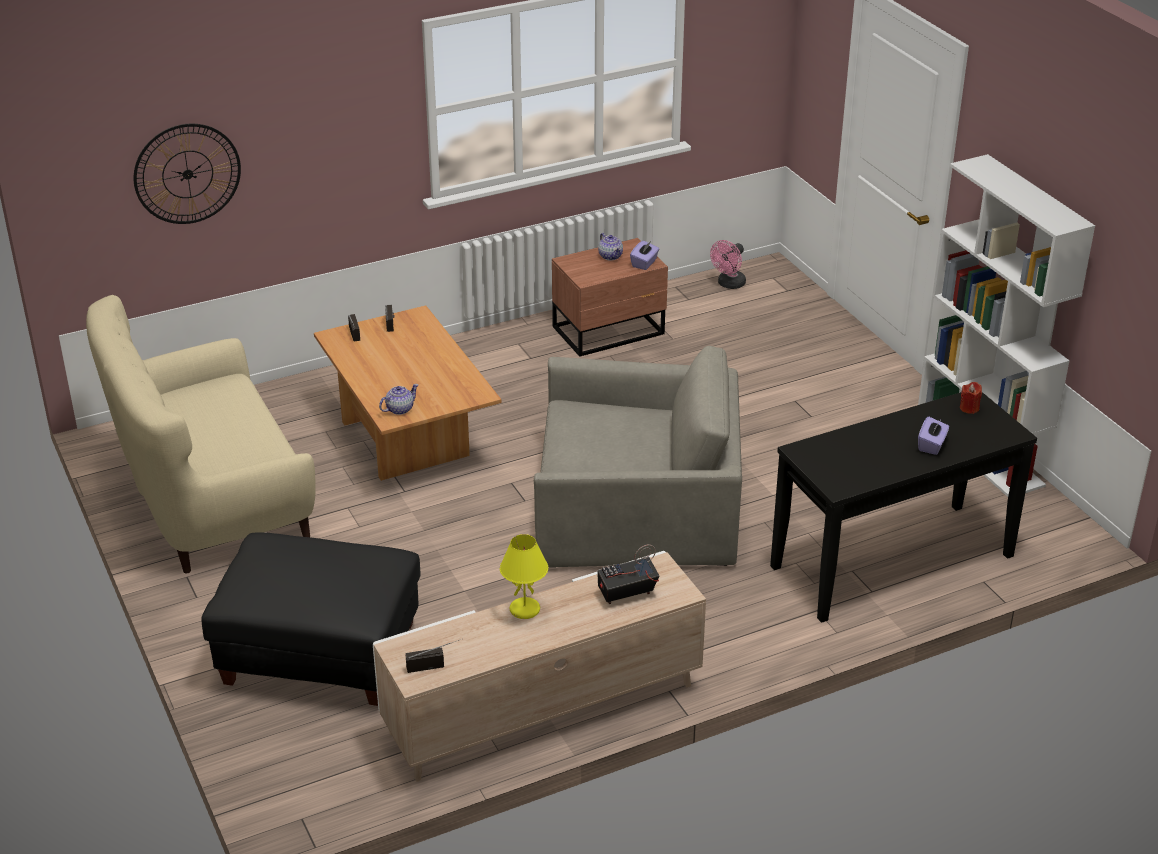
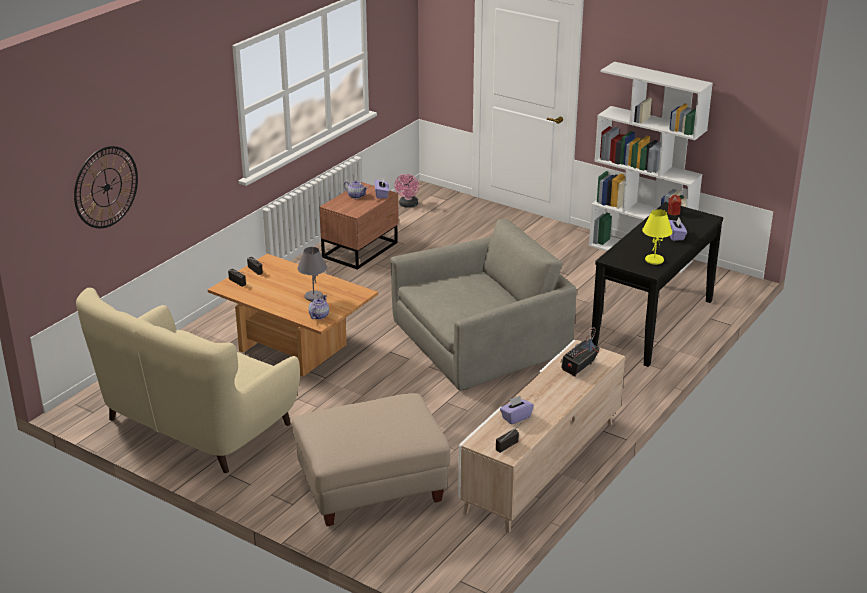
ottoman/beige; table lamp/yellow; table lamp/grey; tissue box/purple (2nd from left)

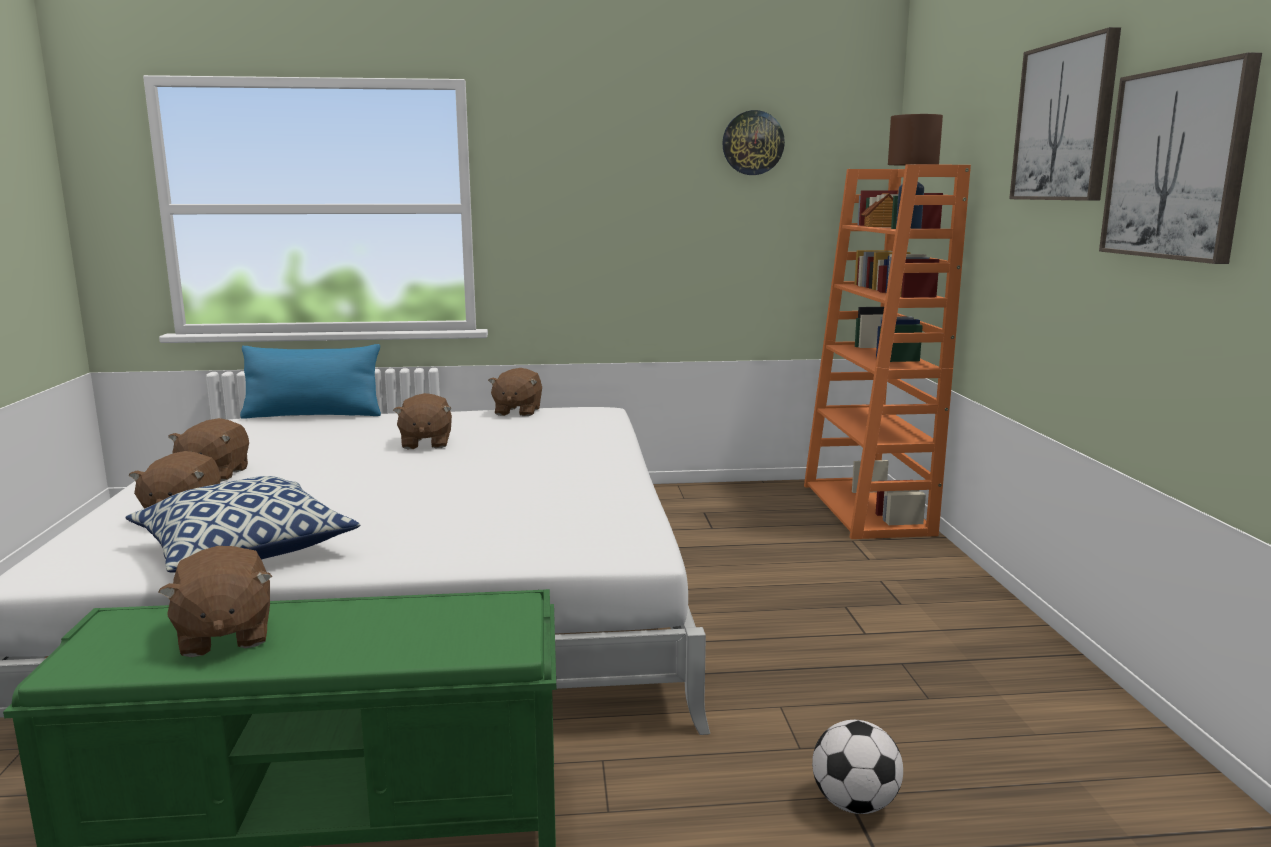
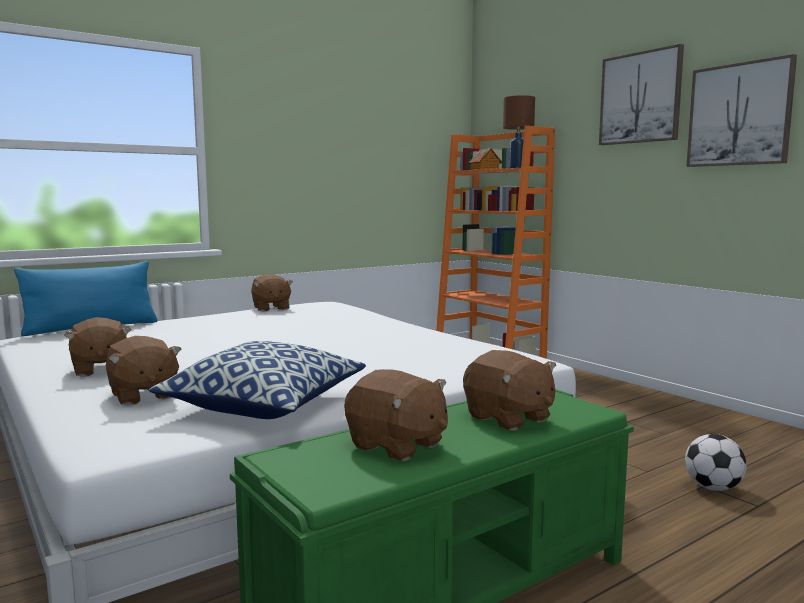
wall clock; plush toy/brown (5th from left)

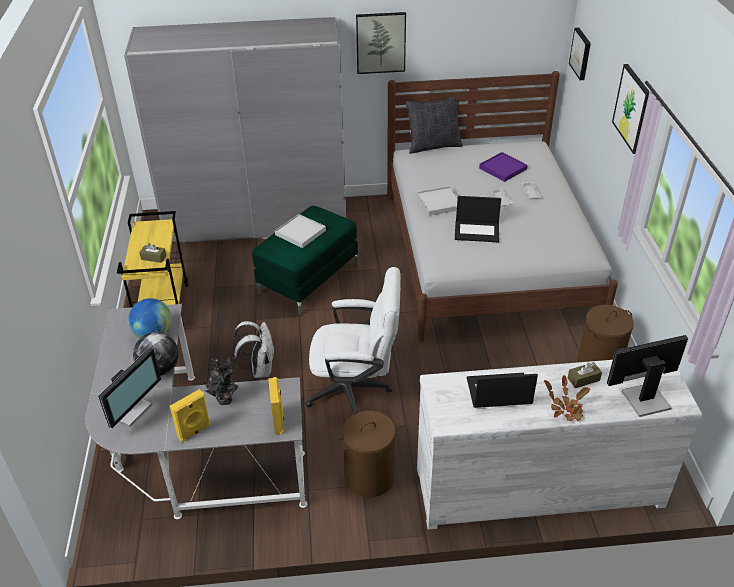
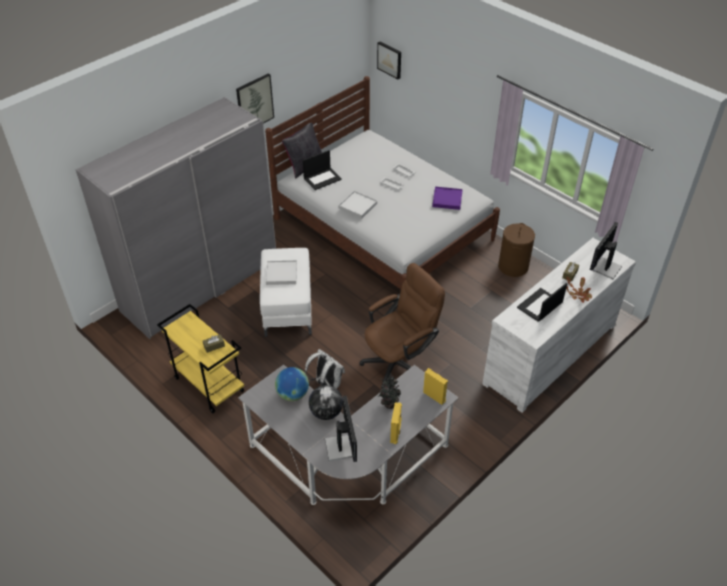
picture (3rd from left in the first image); tray/purple; laptop (1st from left); ottoman/white; office chair/brown; laundry basket/brown (1st from left in the first image)

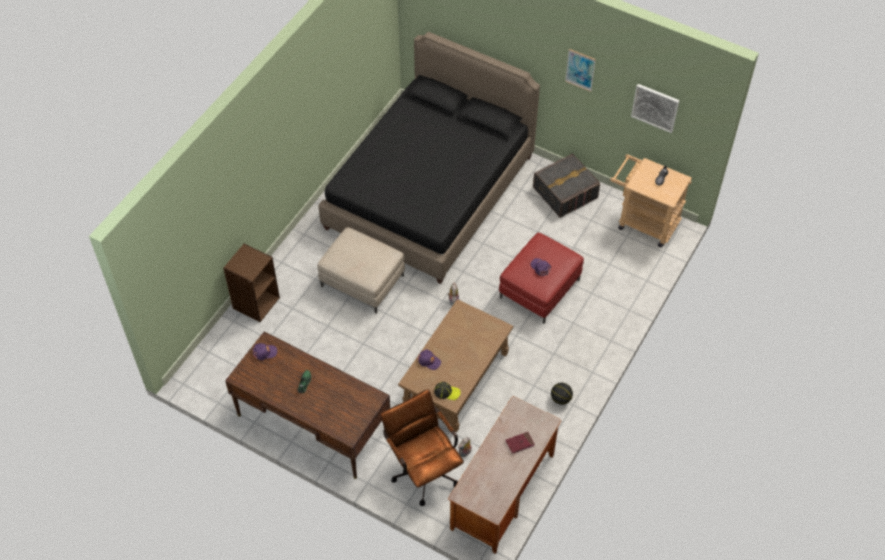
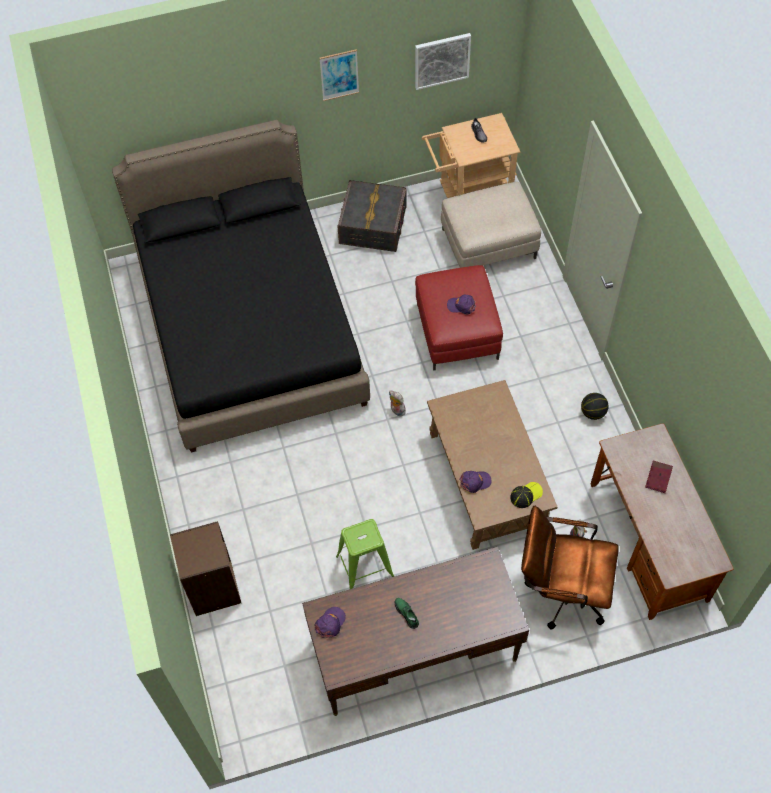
ottoman/beige; stool/green

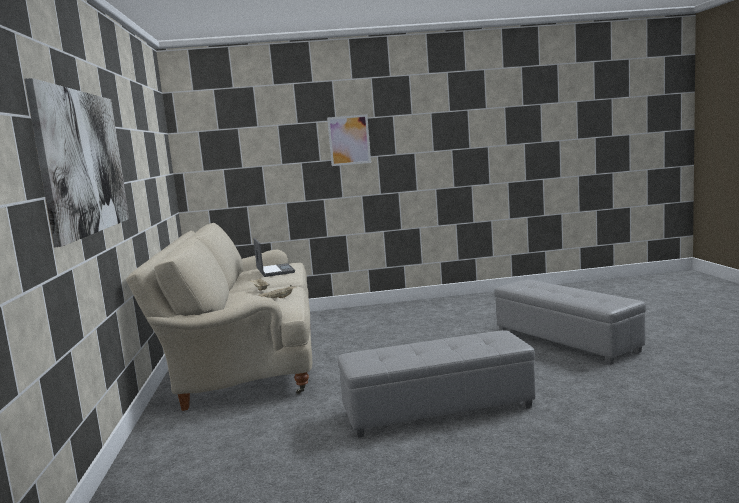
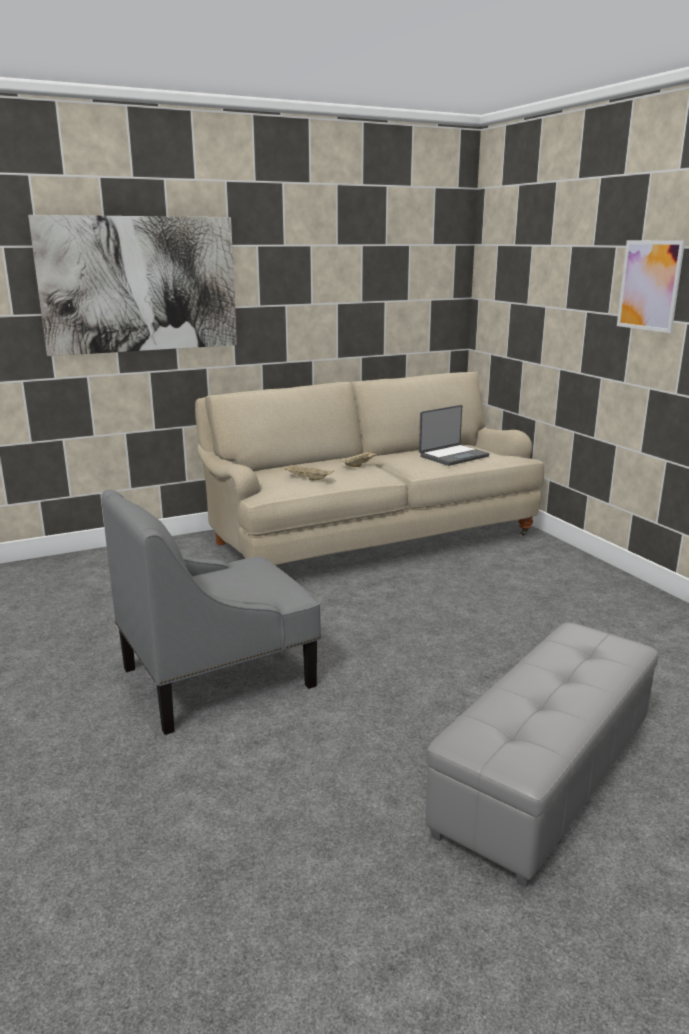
armchair/grey

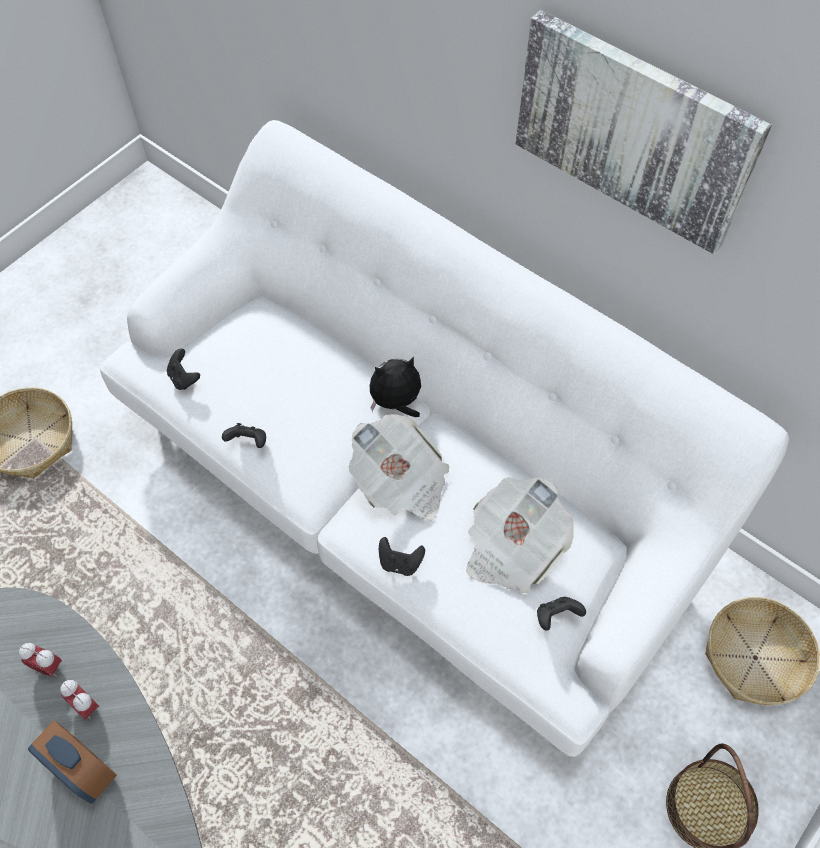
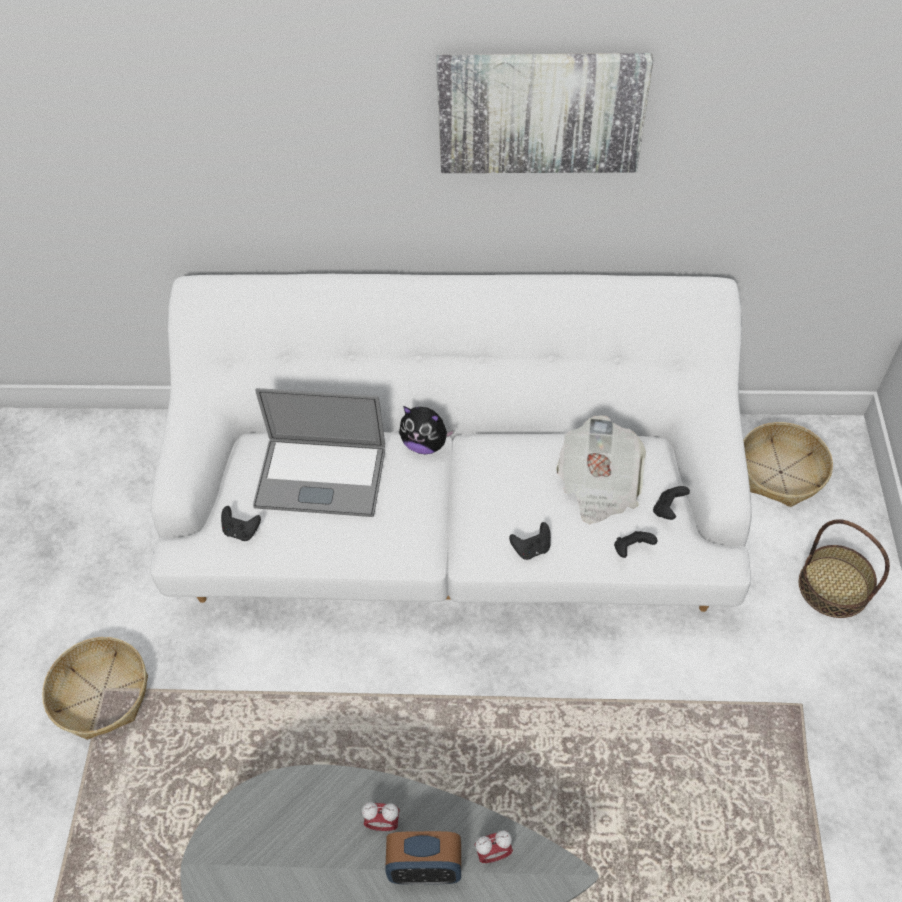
plush toy; newspaper (1st from left in the first image); game controller/black (3rd from left); alarm clock (3rd from left); laptop

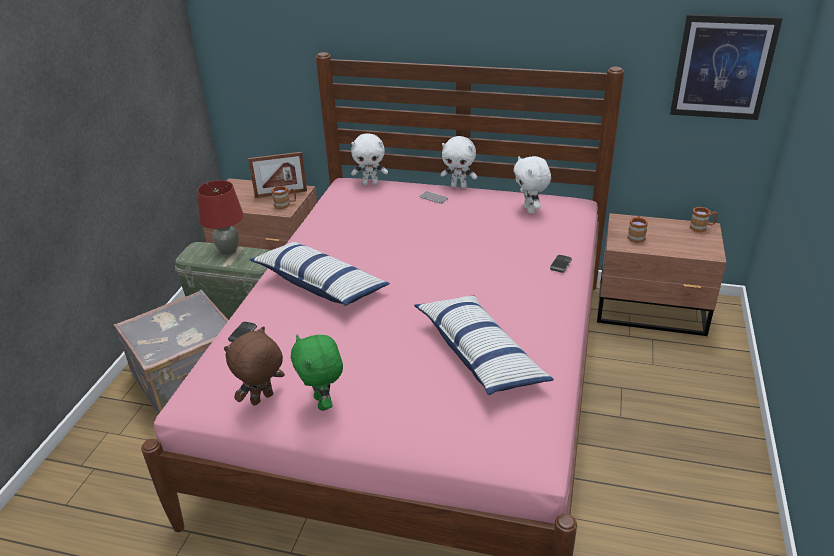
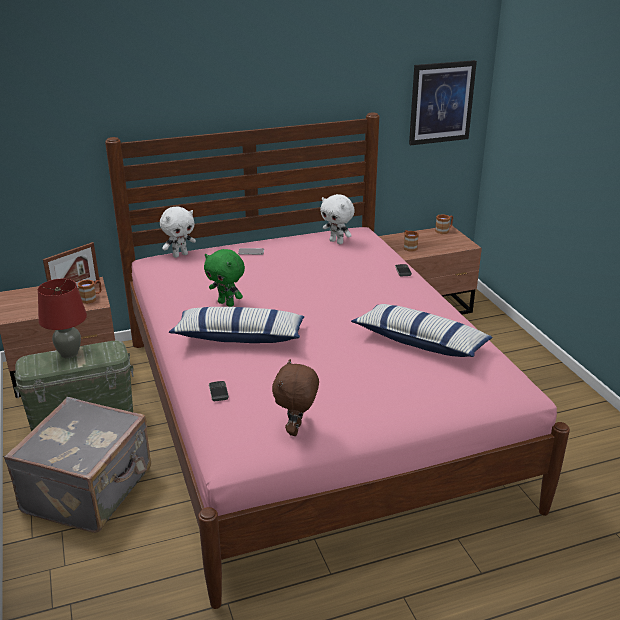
plush toy/white (2nd from left in the first image); plush toy/green

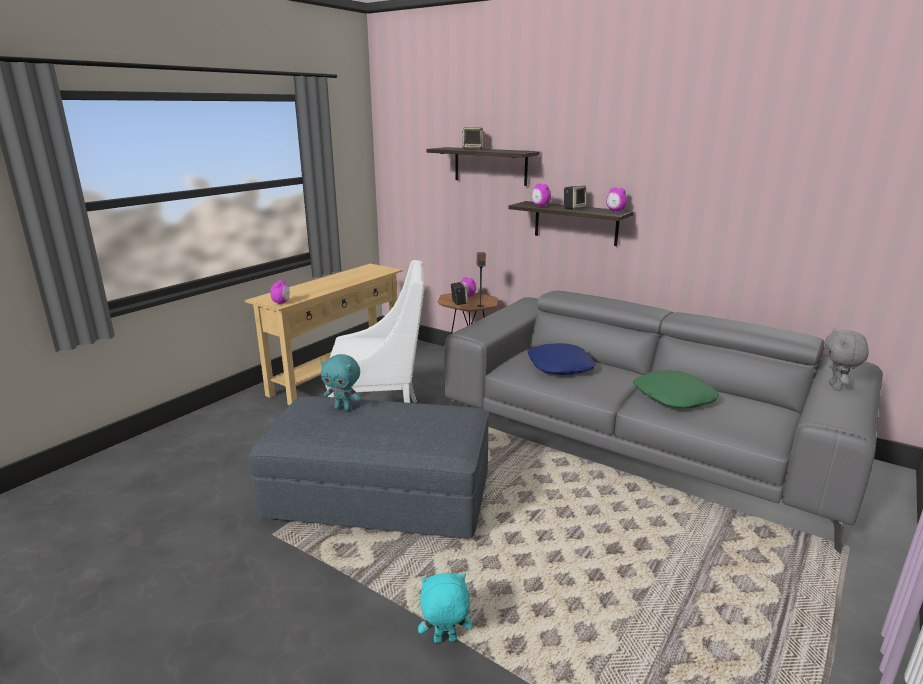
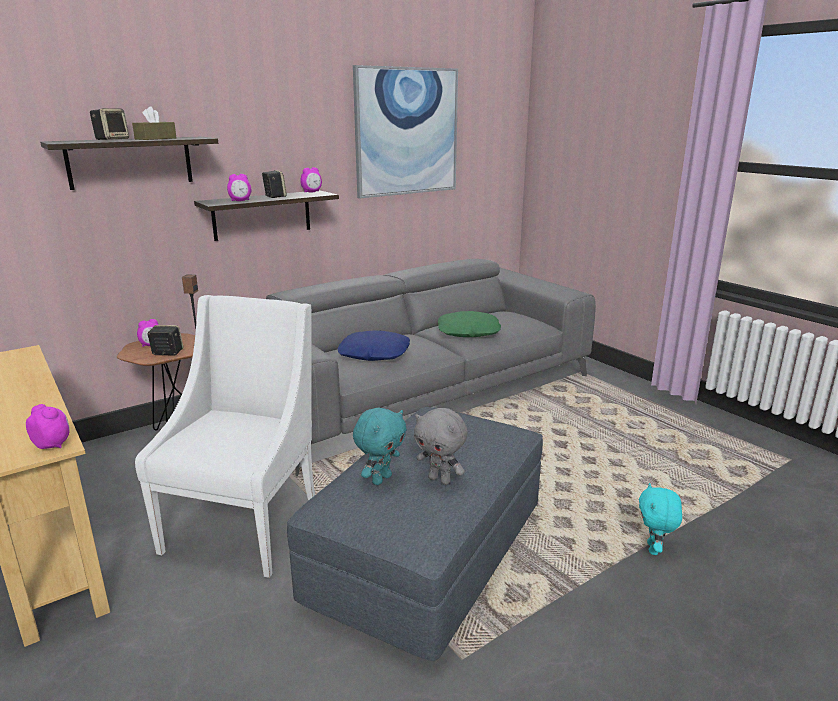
plush toy/grey; picture; tissue box/brown

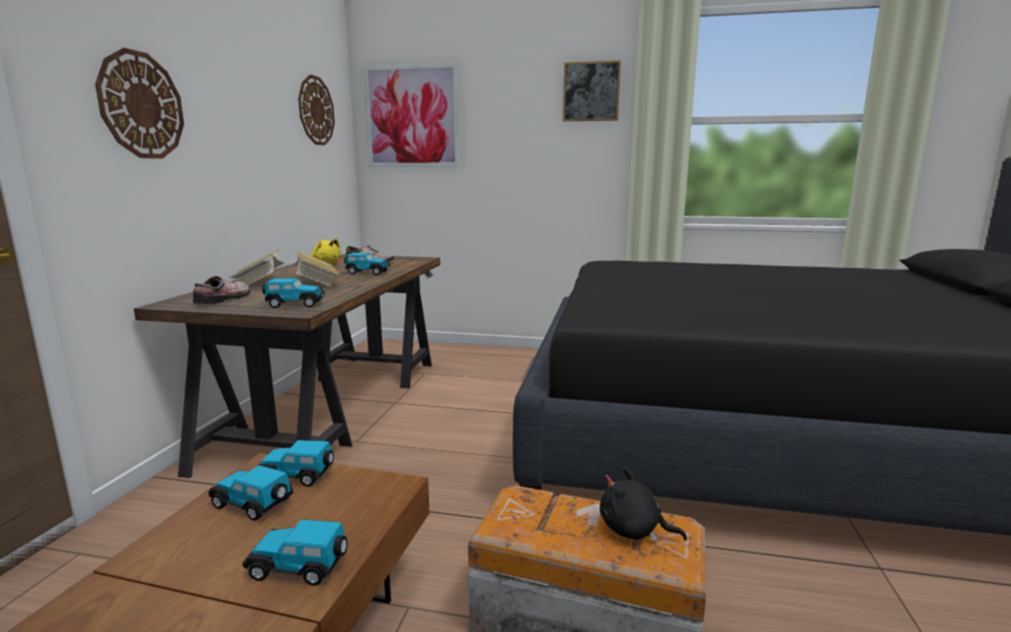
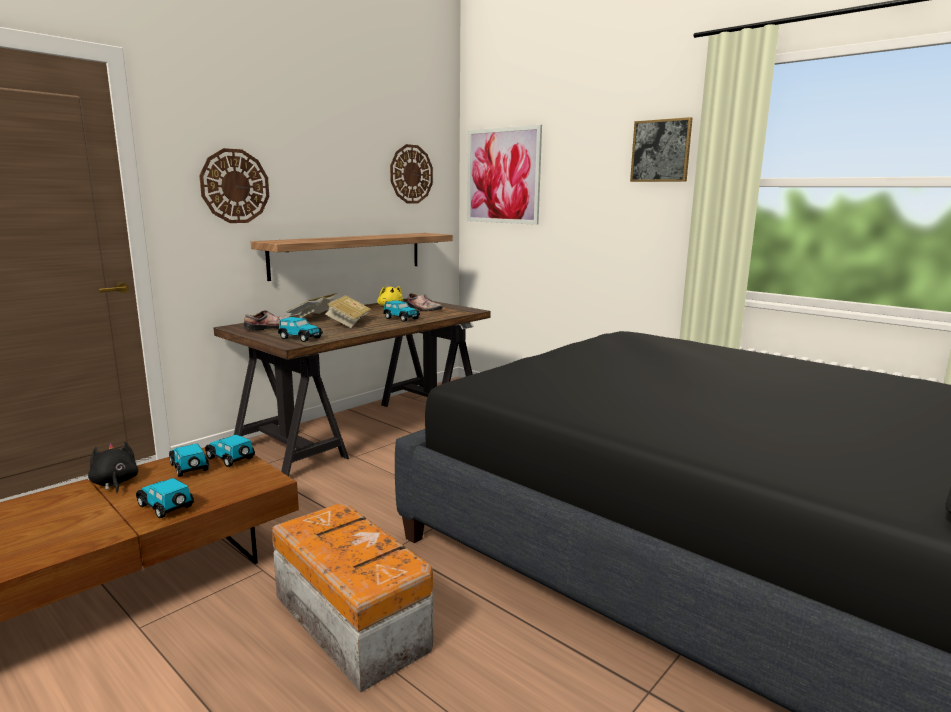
plush toy/black; shelf

